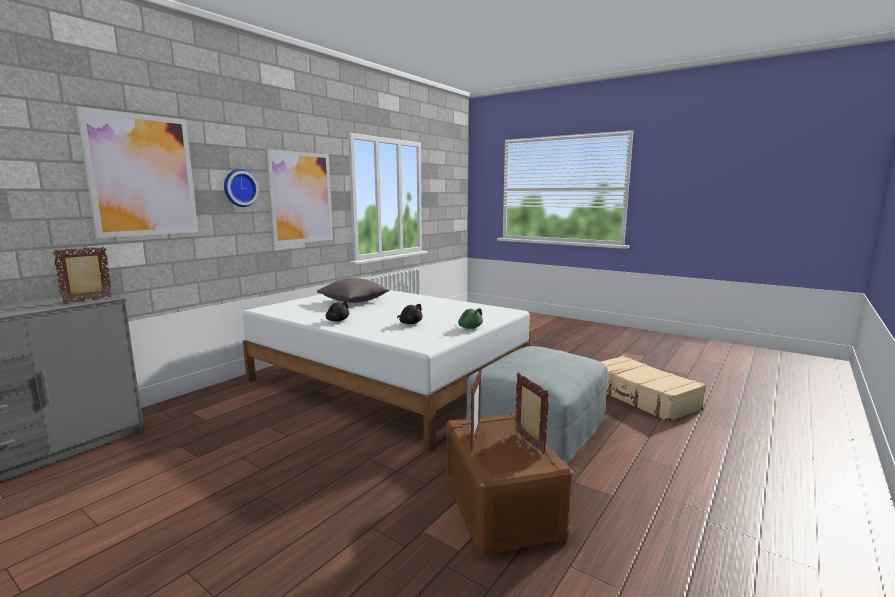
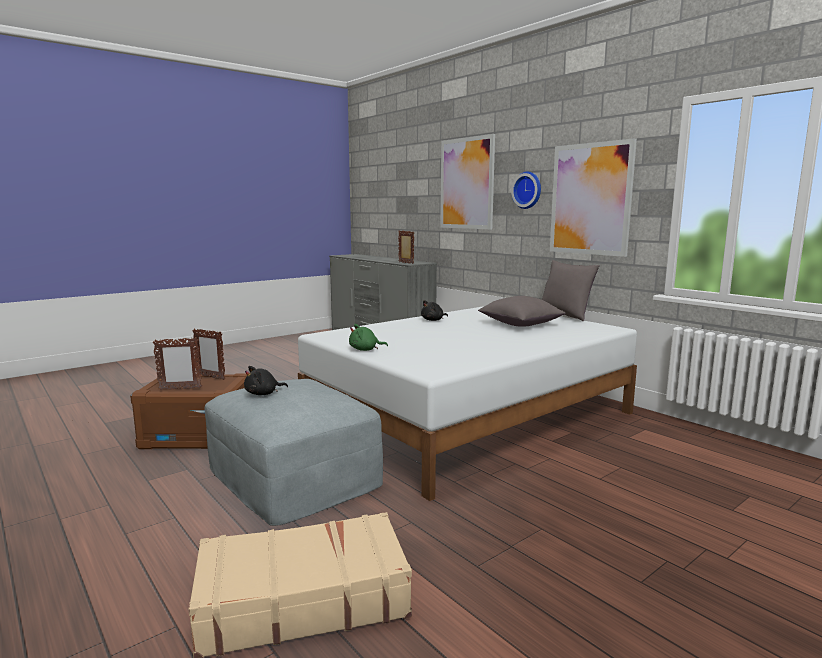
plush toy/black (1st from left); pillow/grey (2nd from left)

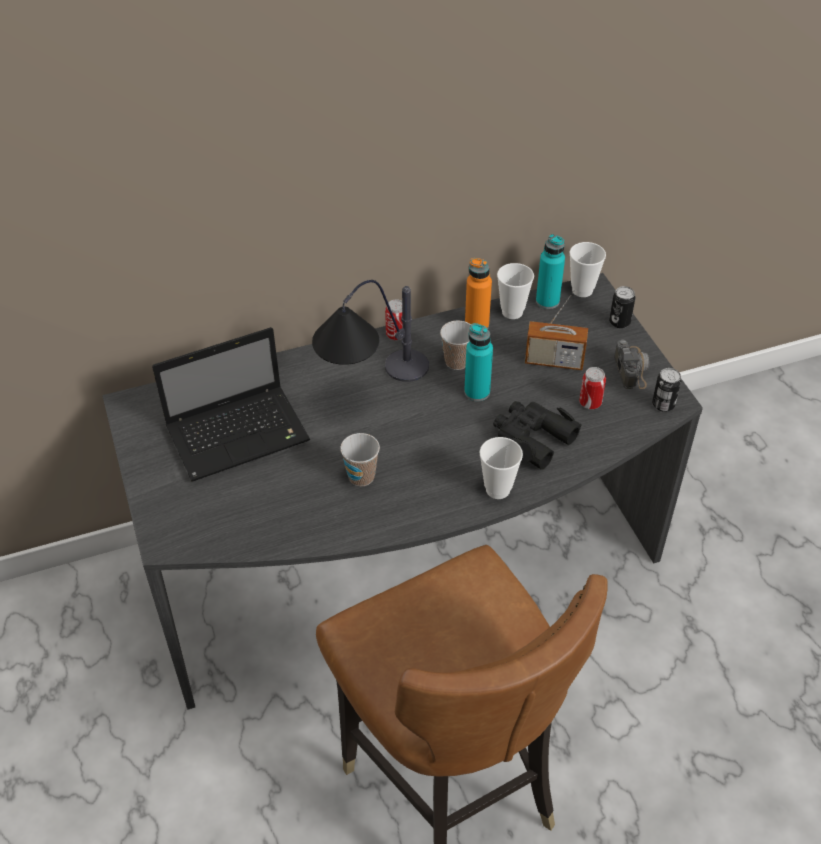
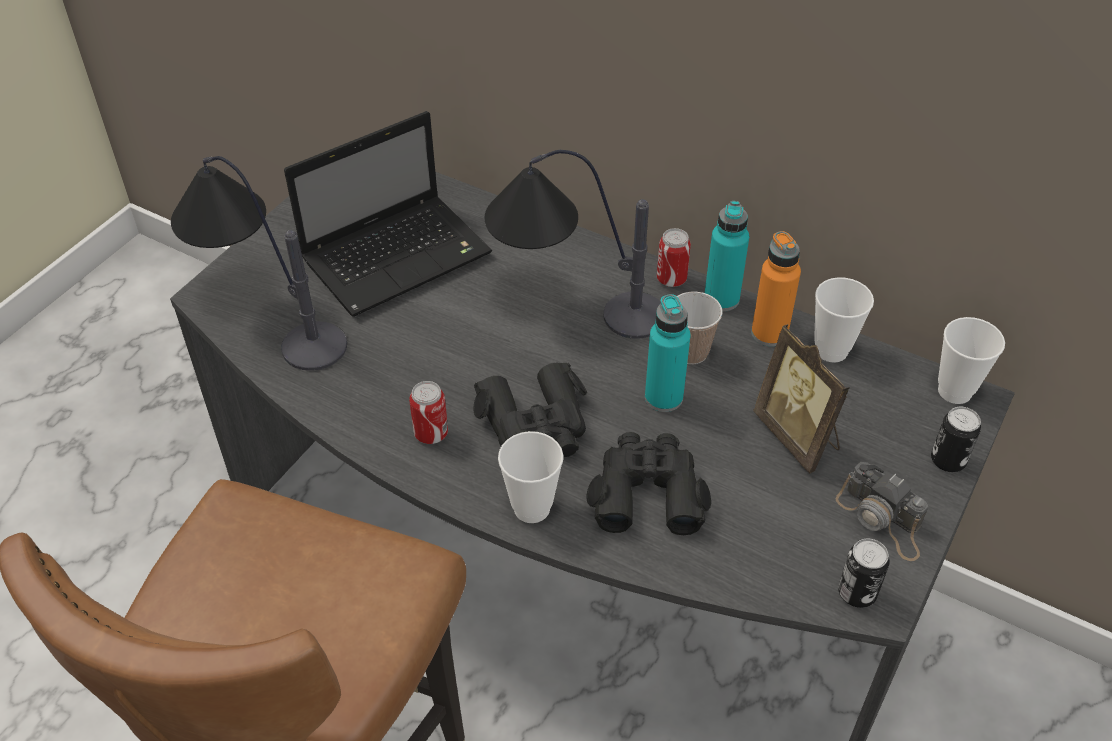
bottle/turquoise (2nd from left); picture frame; laptop; photo camera; can (1st from left); cup (1st from left in the first image); table lamp (1st from left); binoculars/black (1st from left)

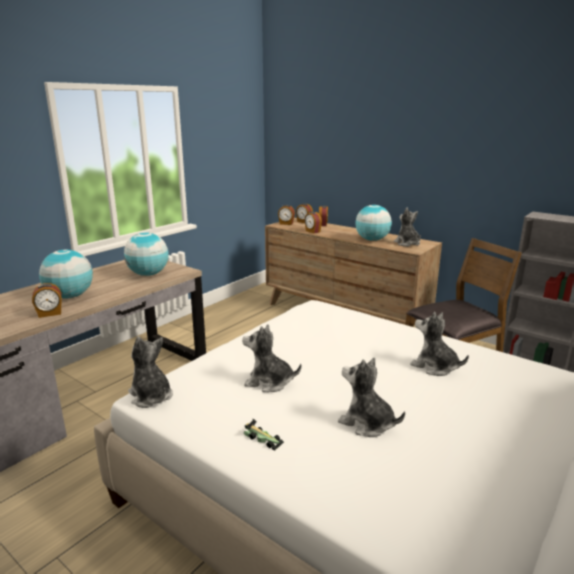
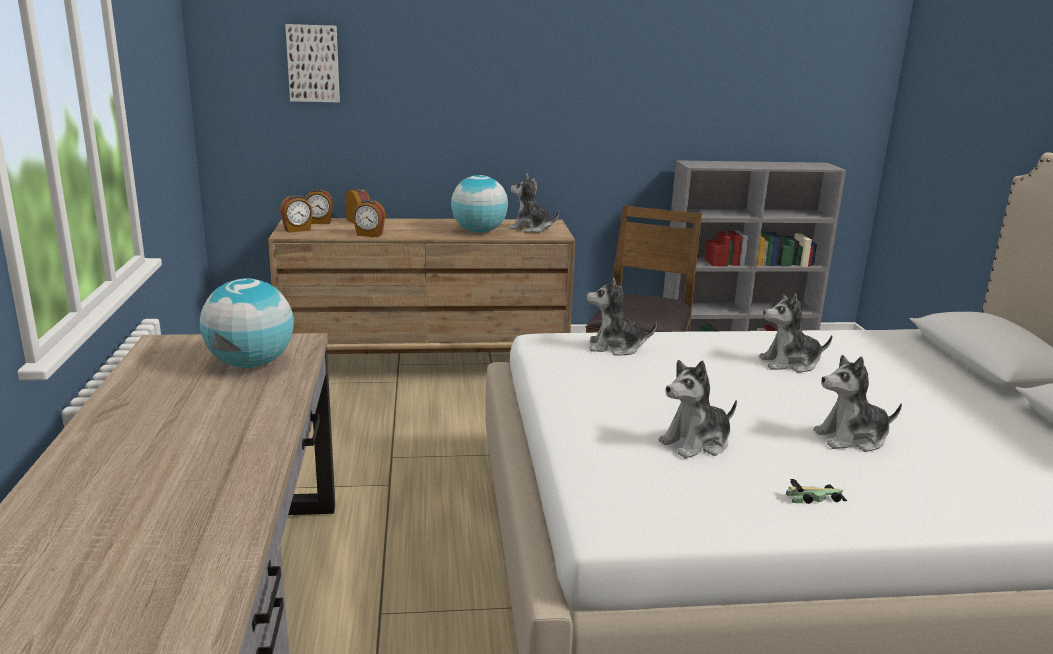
globe (1st from left in the first image); alarm clock (1st from left in the first image); plush toy (2nd from left); picture

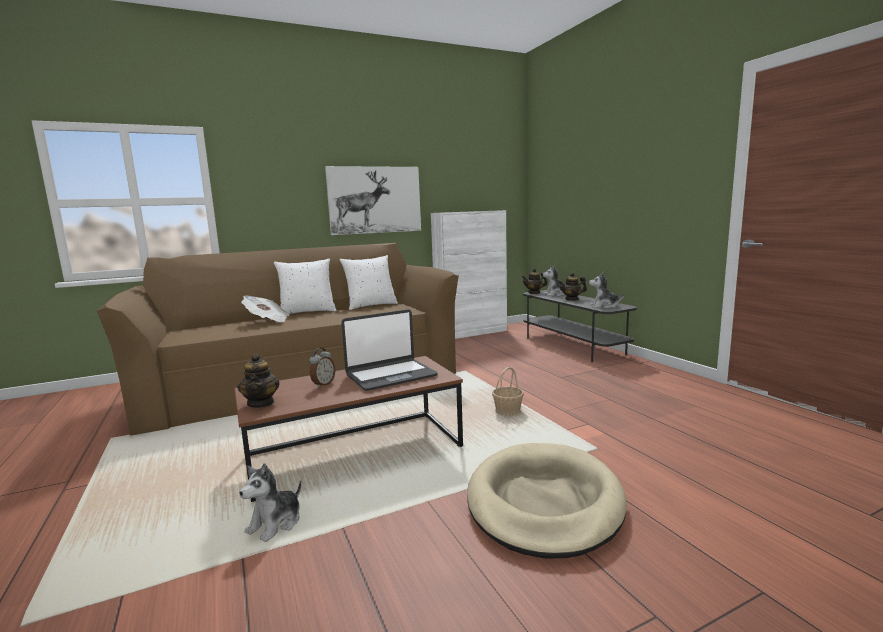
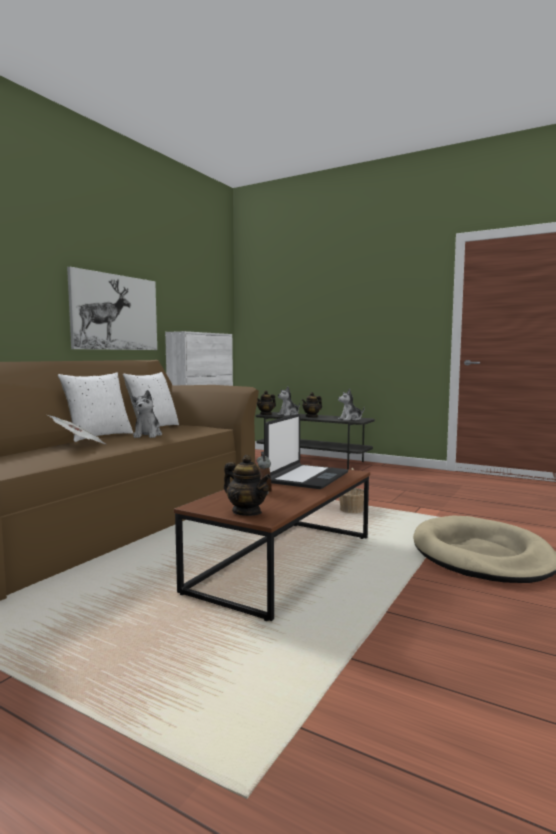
plush toy (1st from left)

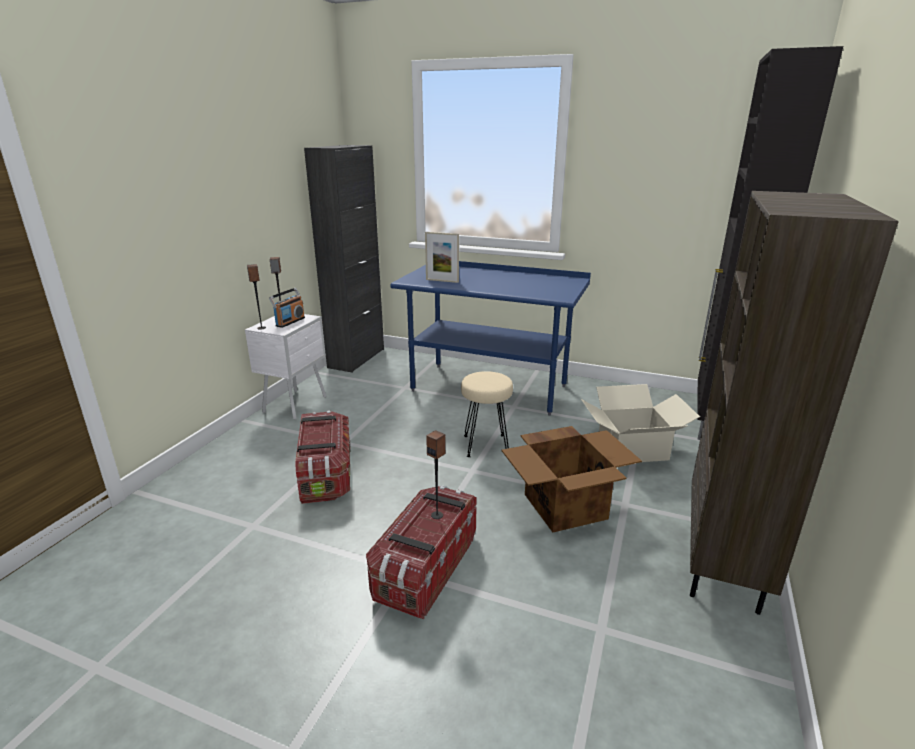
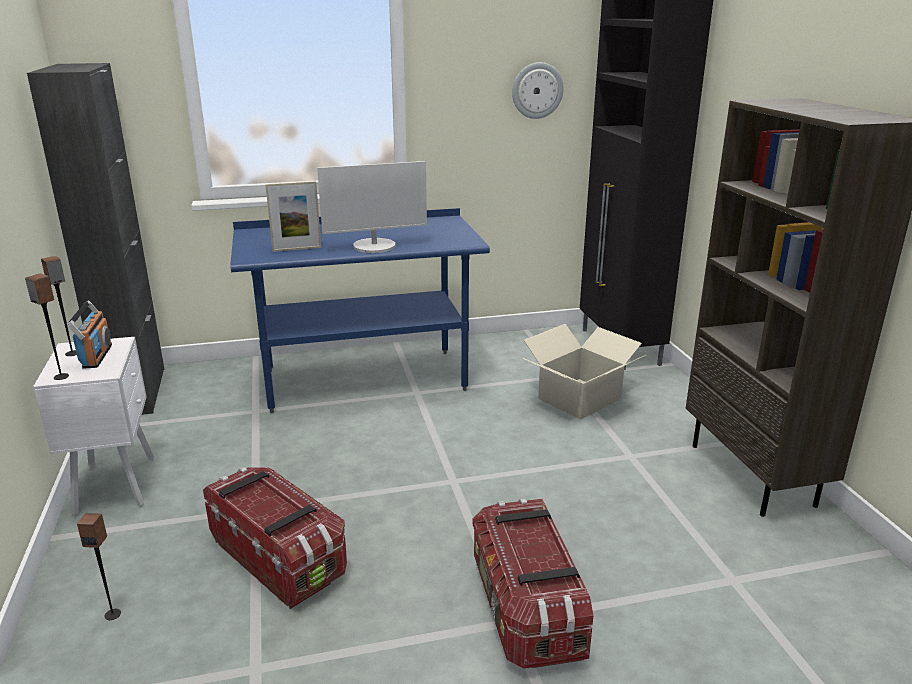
stool/beige; cardboard box (1st from left in the first image); speaker (3rd from left); wall clock; monitor

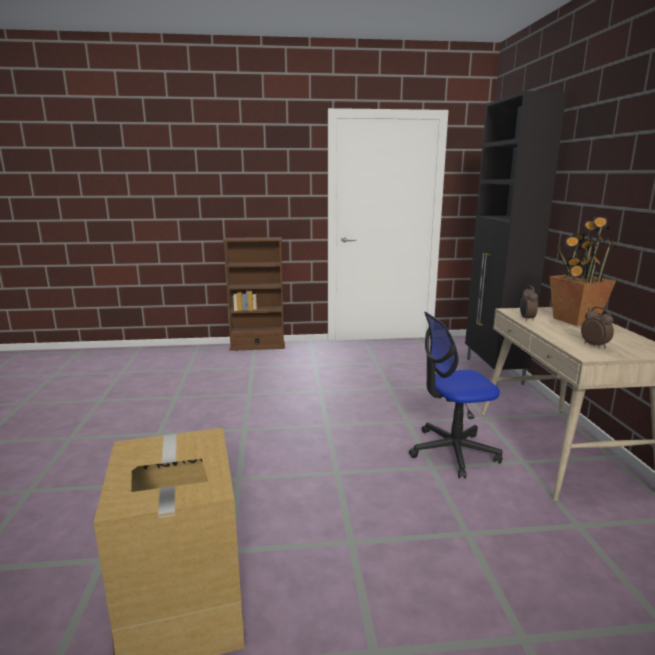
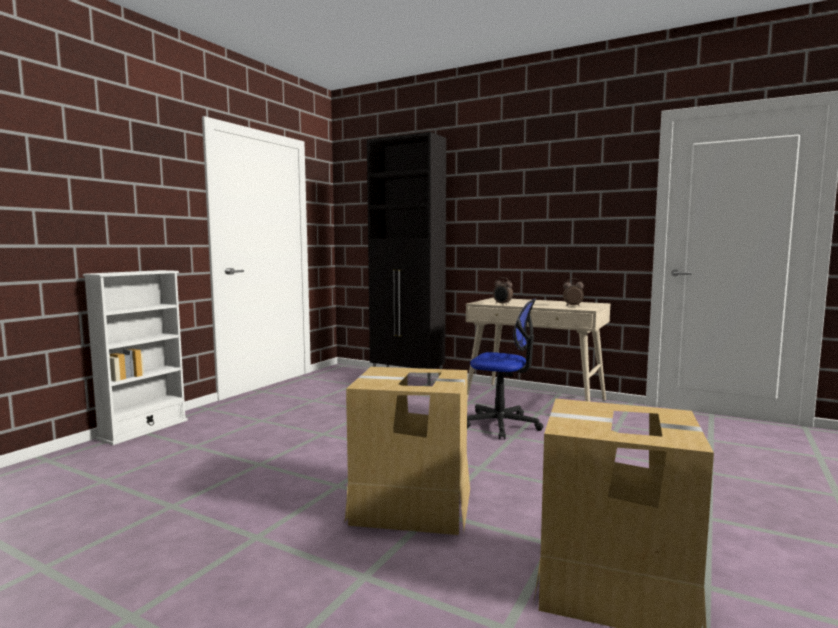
potted plant; bookcase/white; office chair; cardboard box (1st from left)

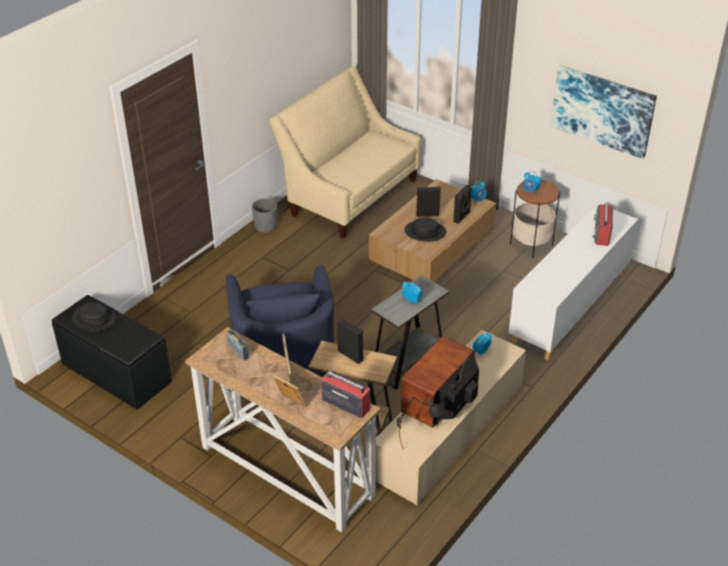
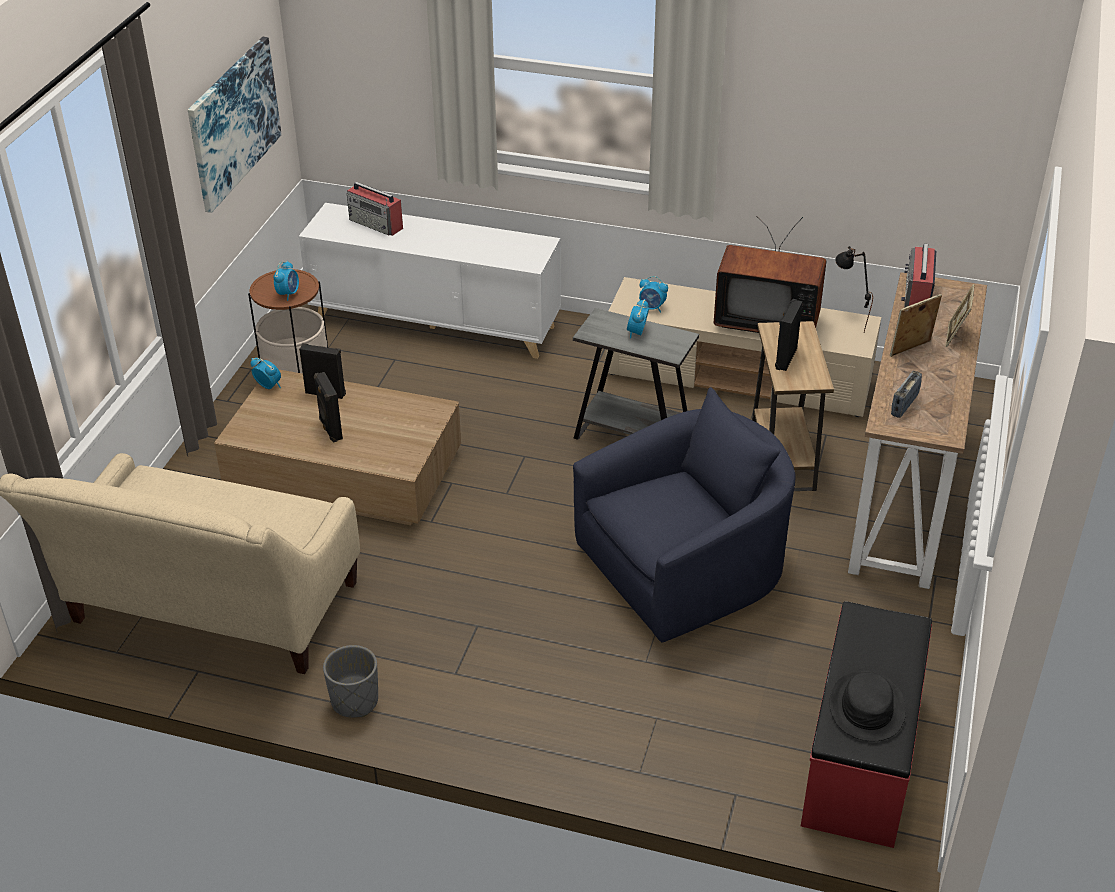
radio (1st from left); hat/black (2nd from left in the first image); bench/red

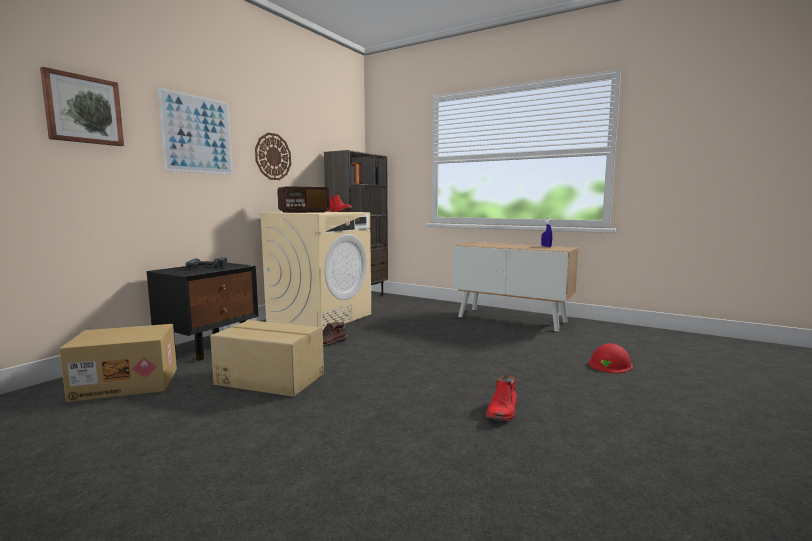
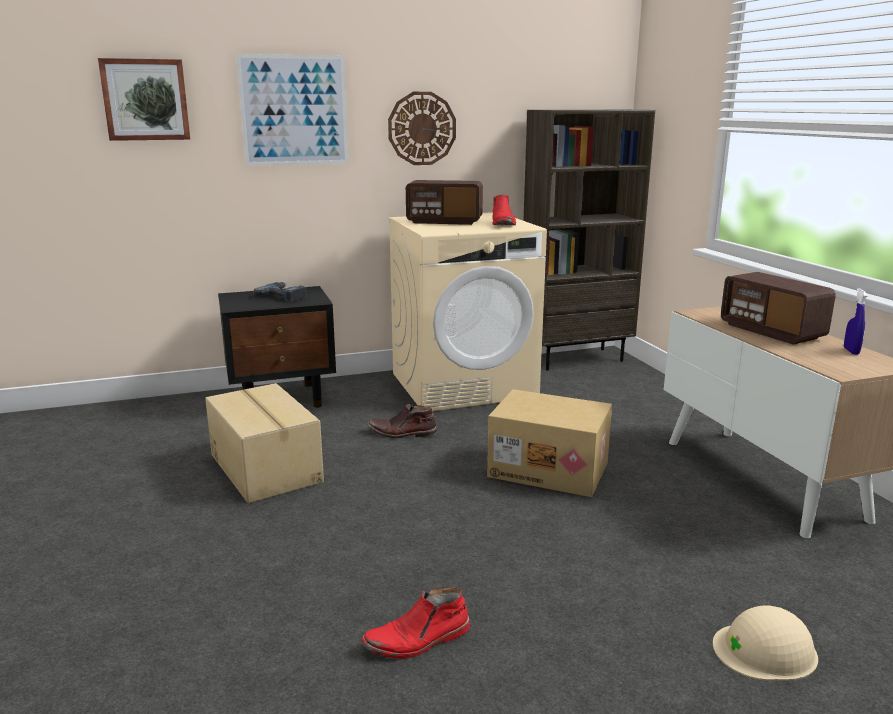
cardboard box (2nd from left); hard hat/beige; radio (2nd from left)

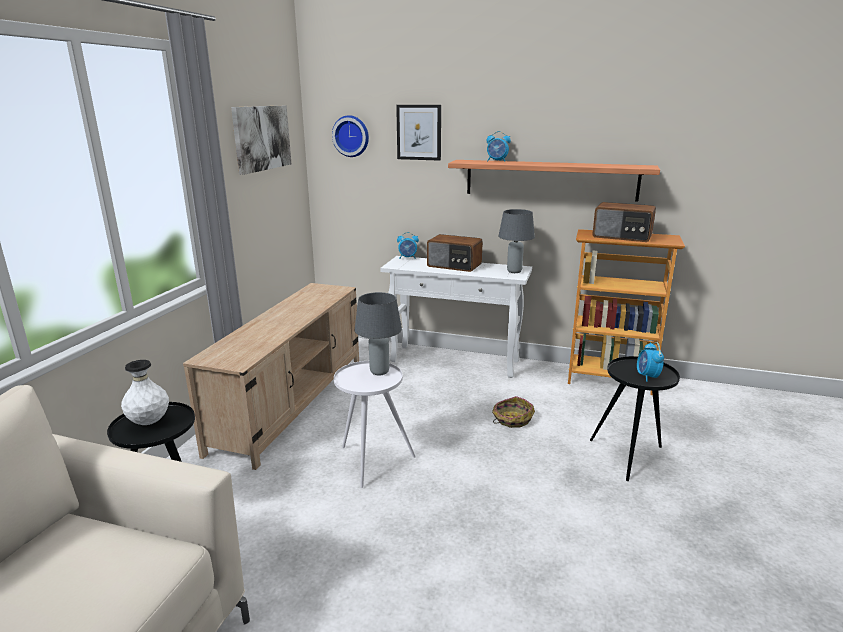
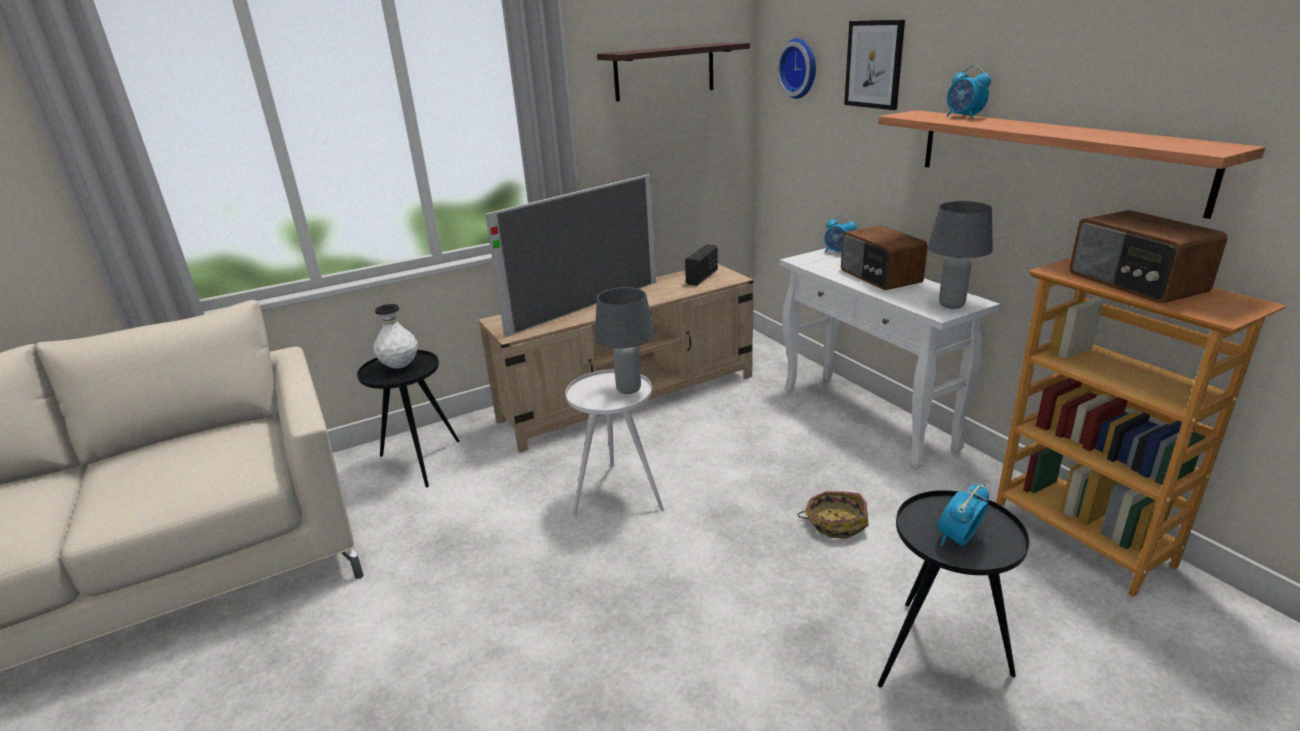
shelf (1st from left); television; radio (1st from left)

